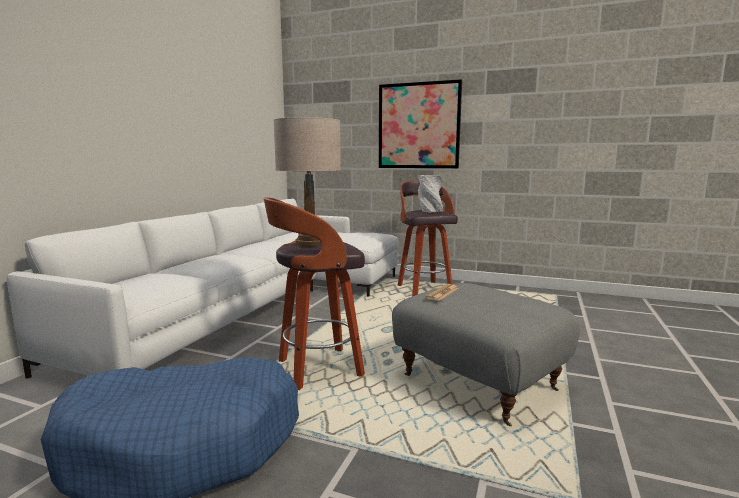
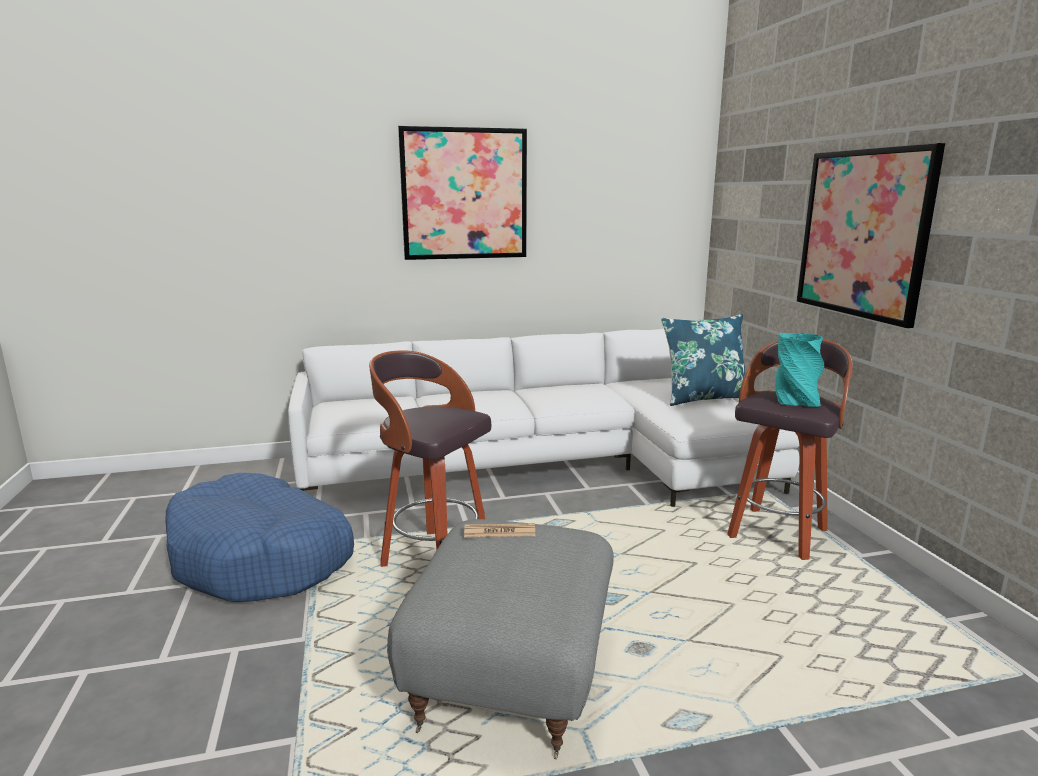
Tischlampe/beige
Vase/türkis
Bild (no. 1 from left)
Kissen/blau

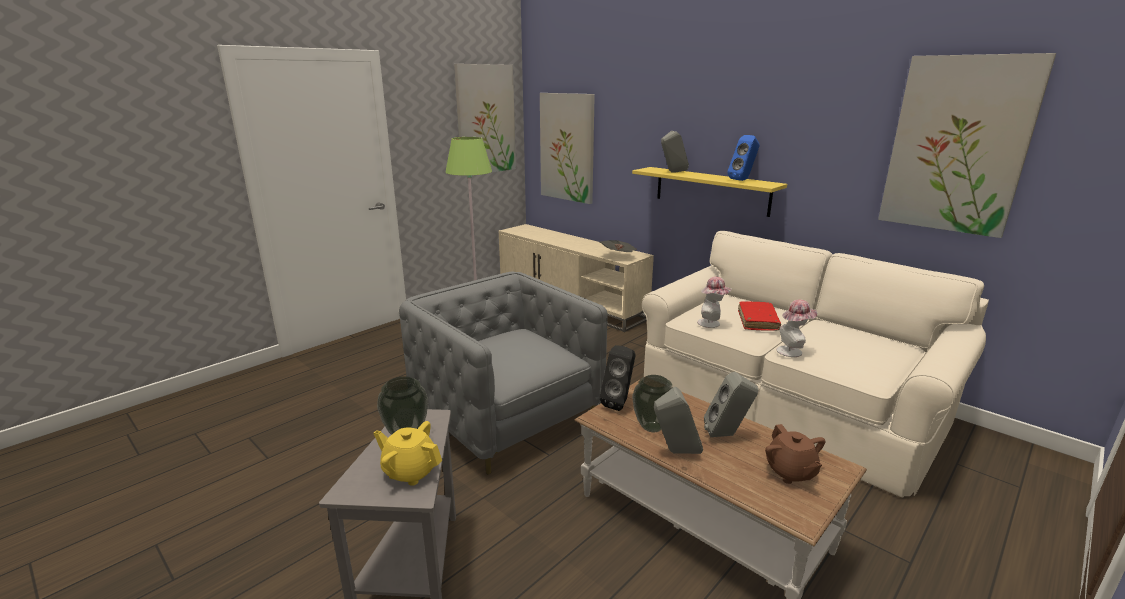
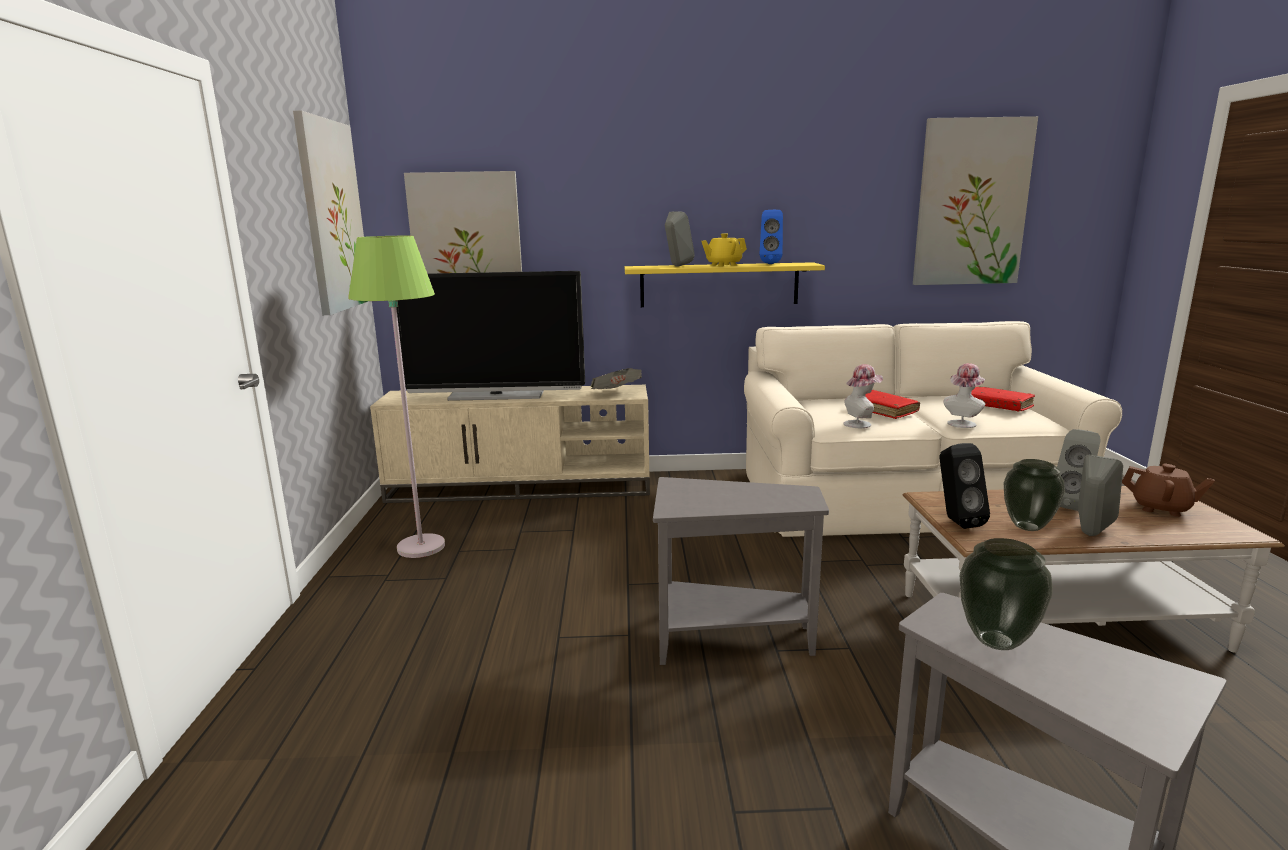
Beistelltisch/grau (no. 1 from left)
Teekanne/gelb
Fernseher
Buch/rot (no. 2 from left)

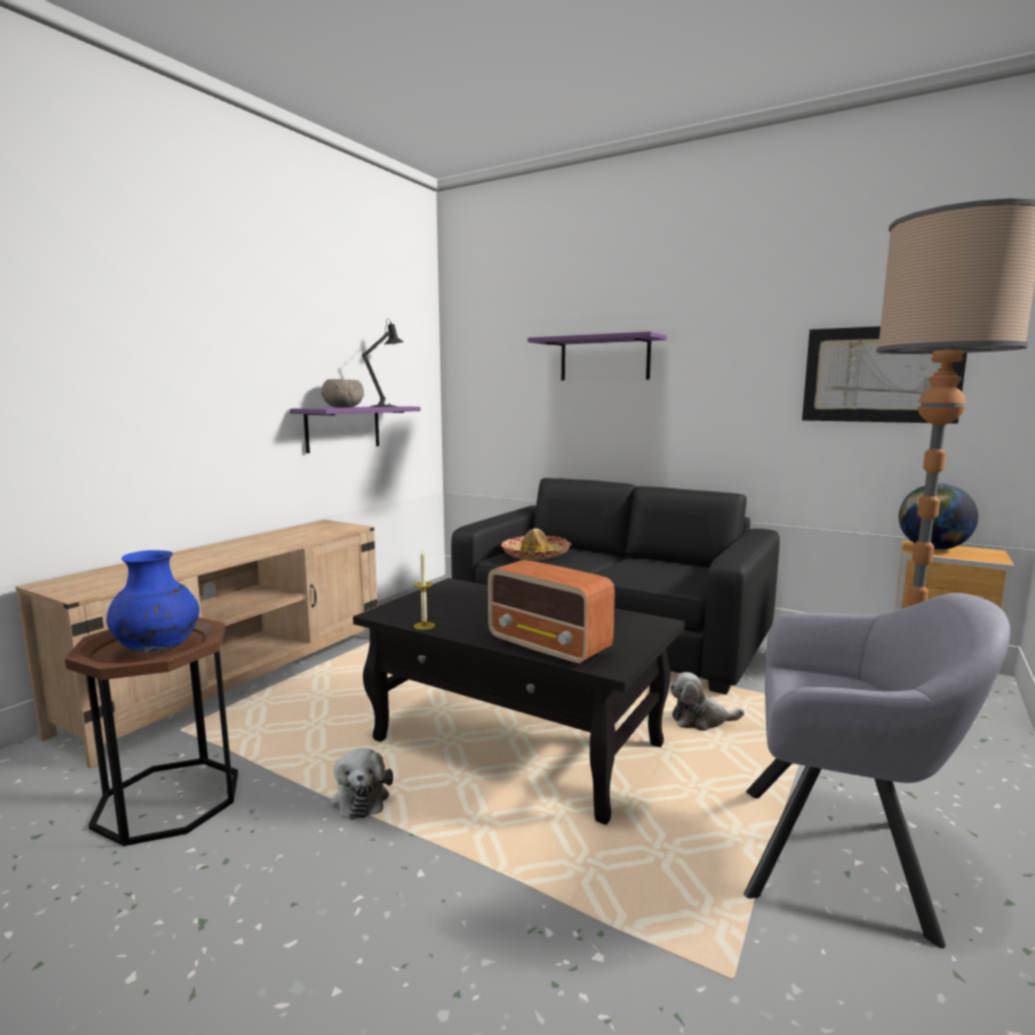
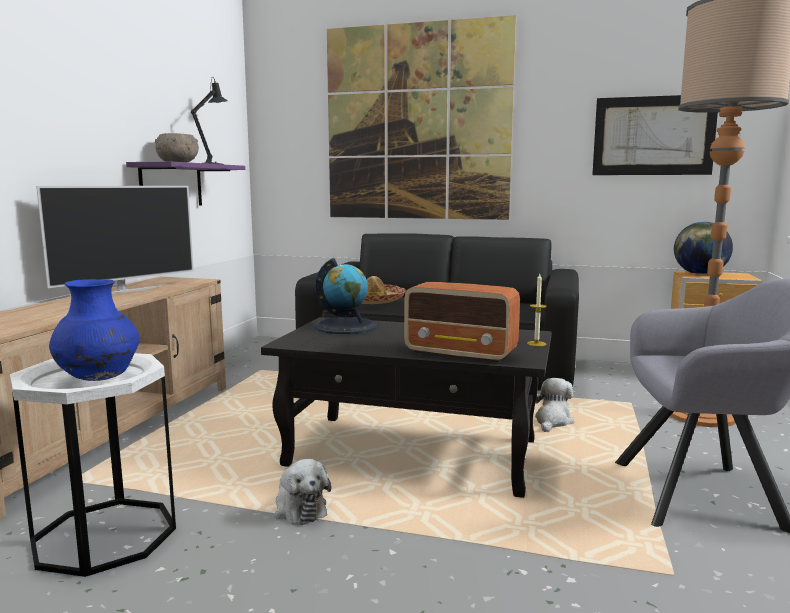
Bild (no. 1 from left)
Kerze
Beistelltisch/weiß
Plüschtier (no. 2 from left)
Fernseher
Globus (no. 1 from left)

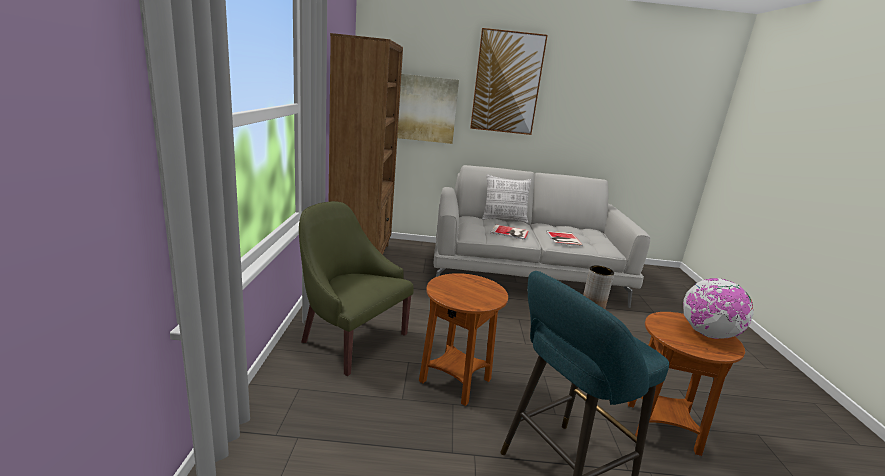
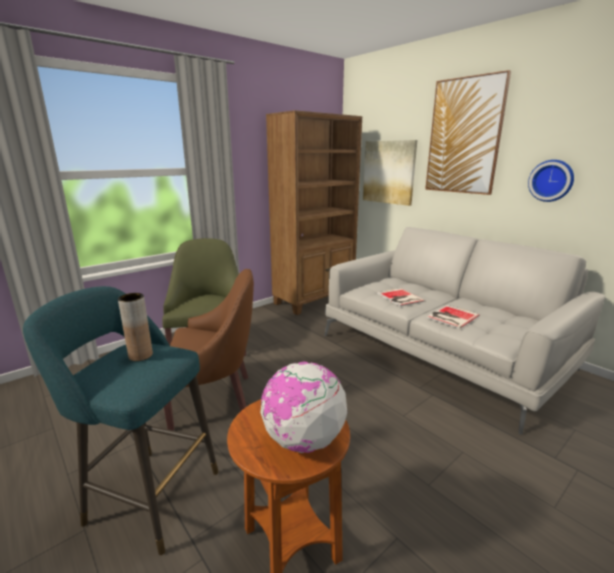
Kissen
Sessel/braun
Wanduhr

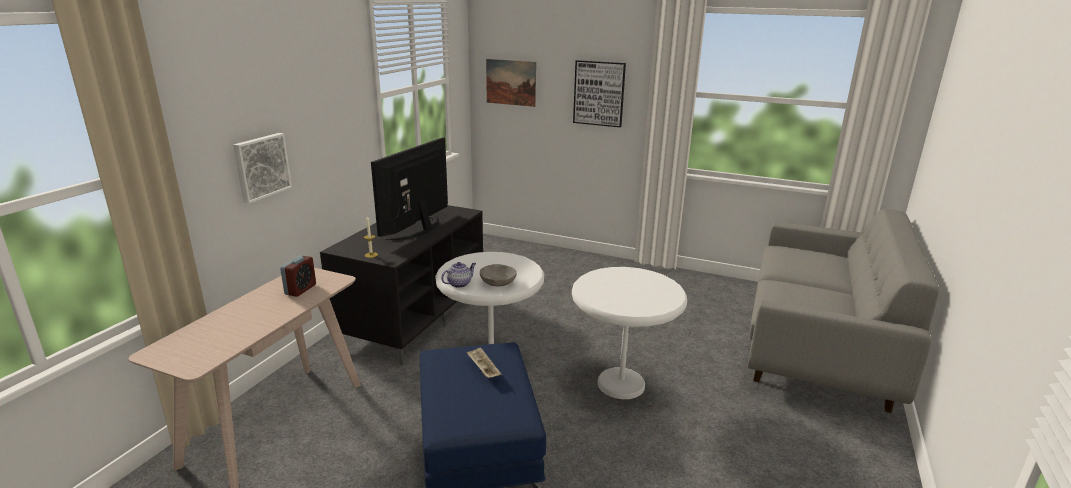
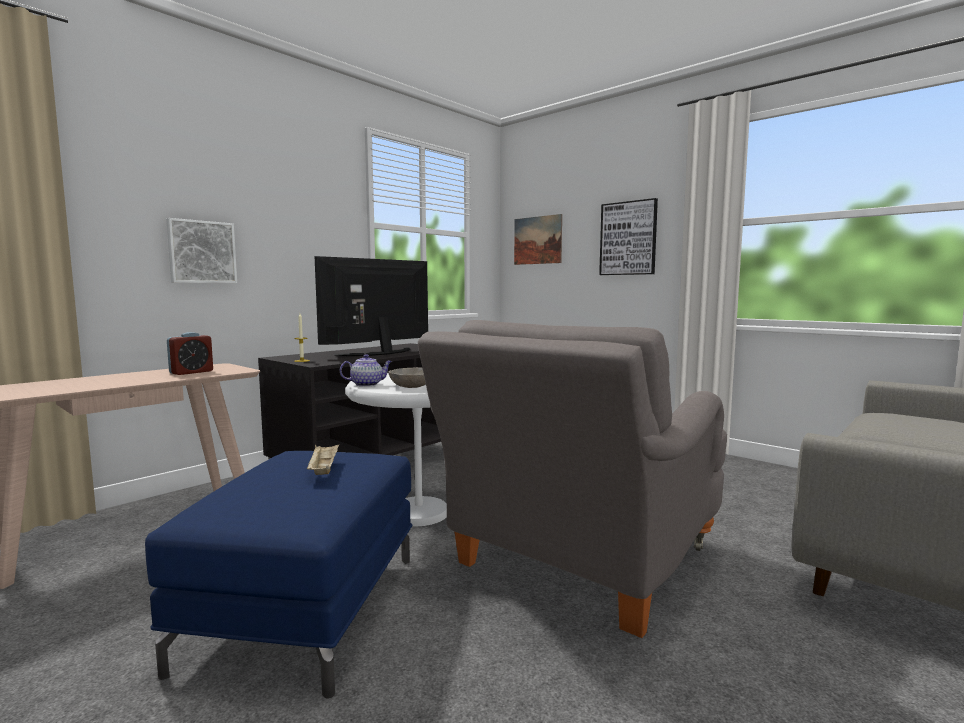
Sessel/grau

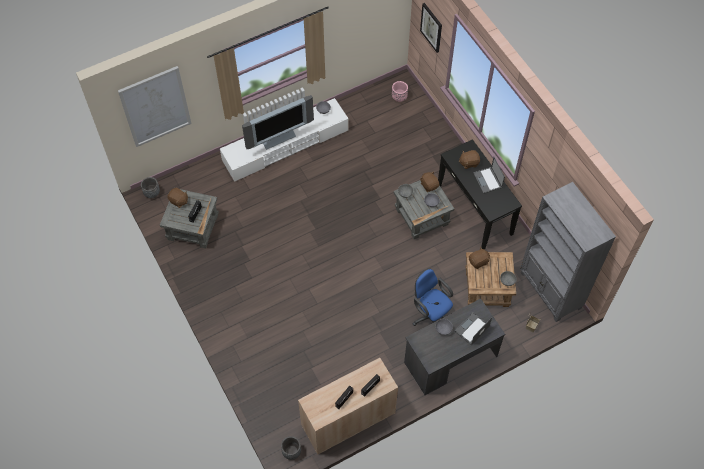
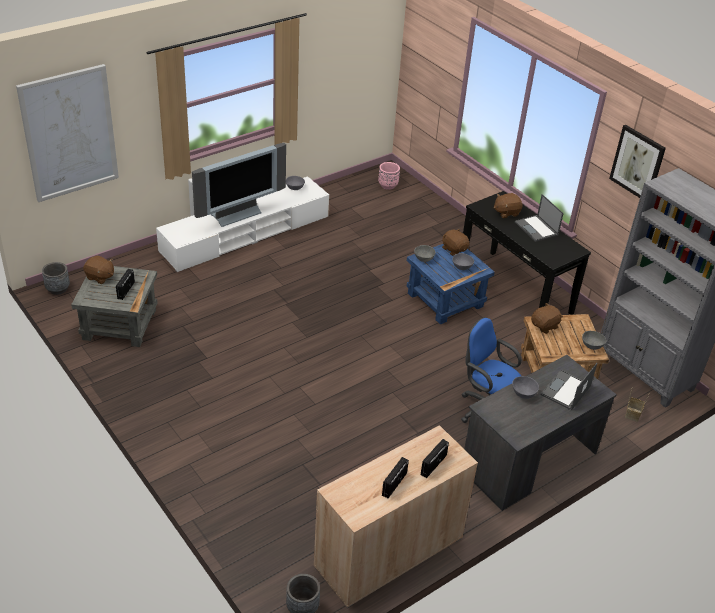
Bild (no. 2 from left)
Beistelltisch/blau

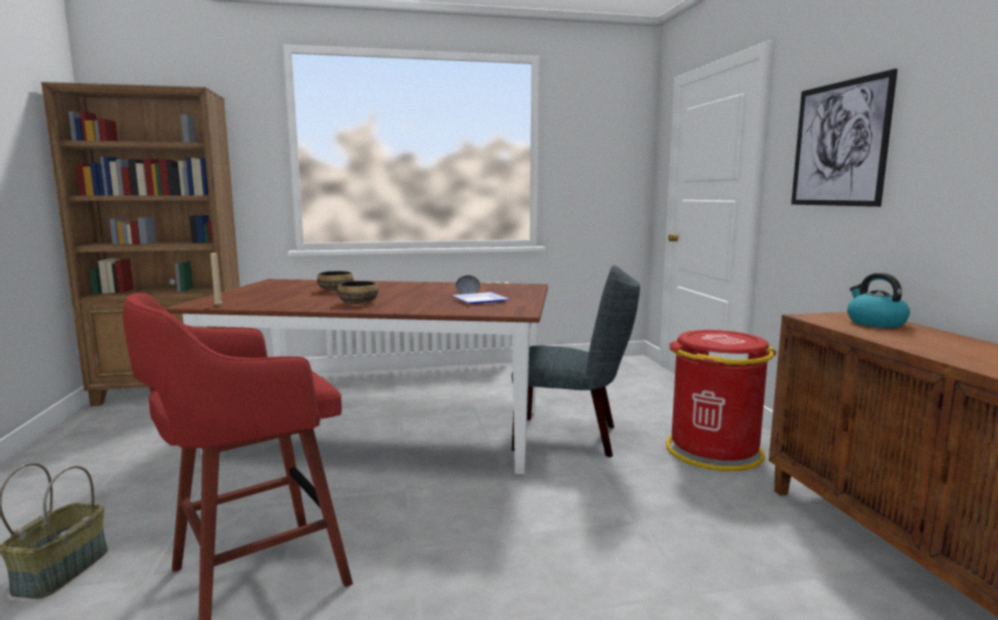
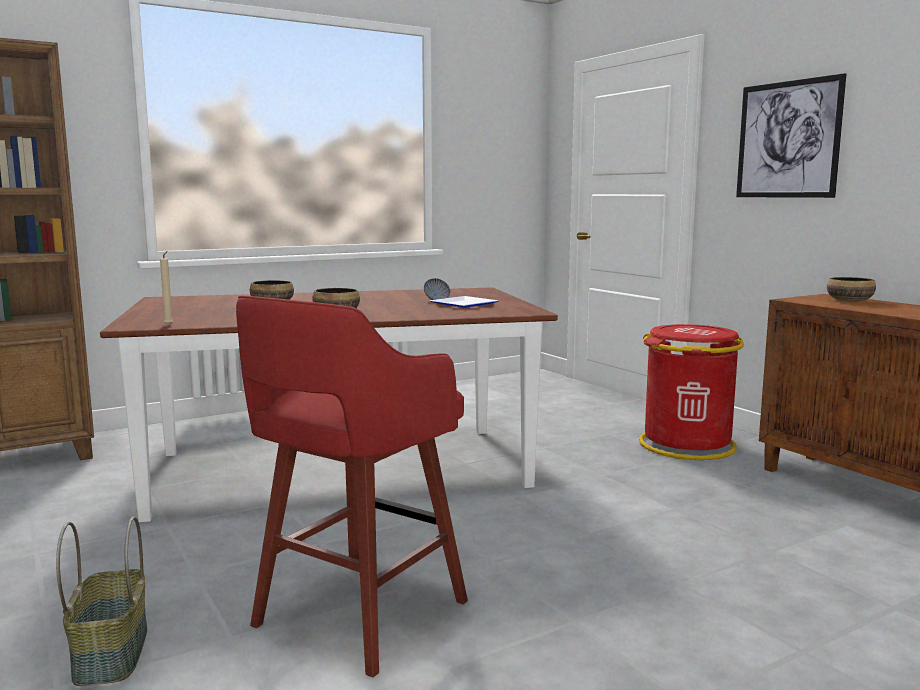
Stuhl/grau
Schüssel (no. 4 from left)

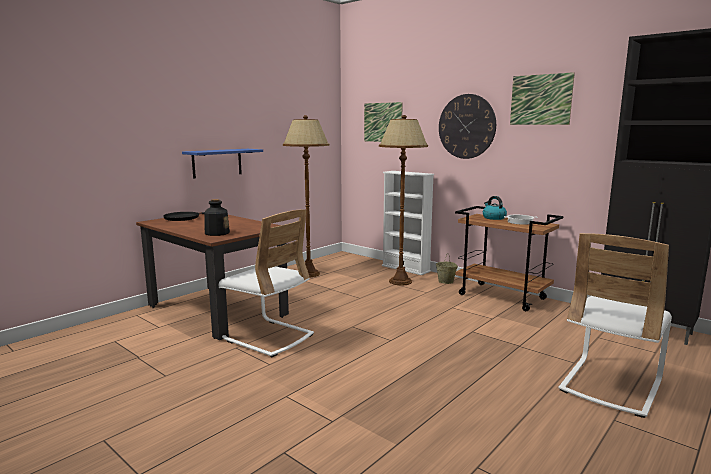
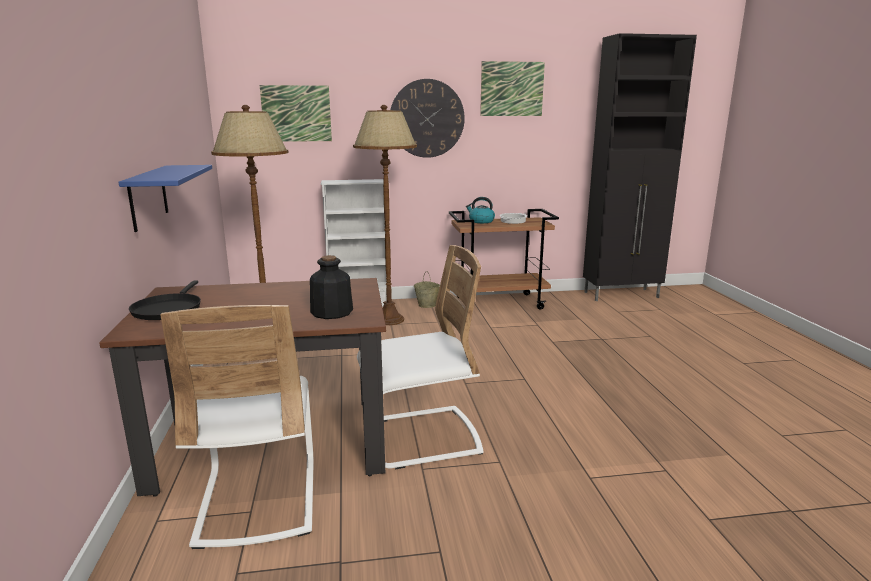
Stuhl/weiß (no. 1 from left)

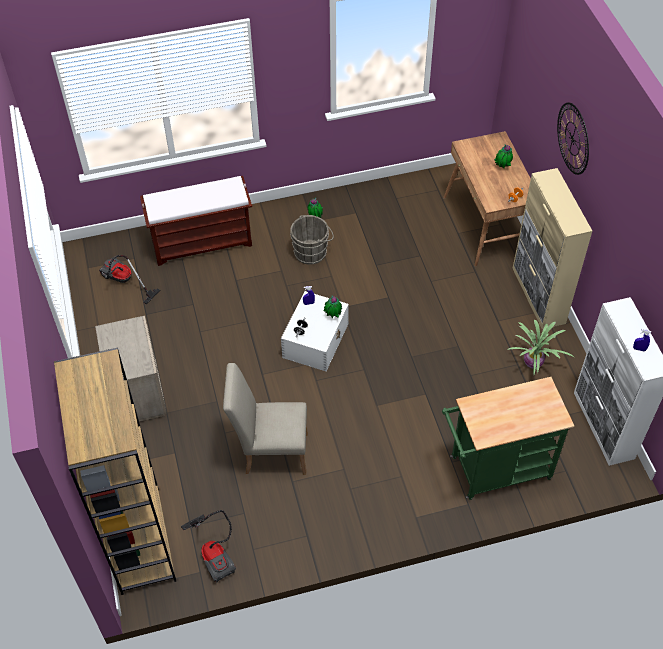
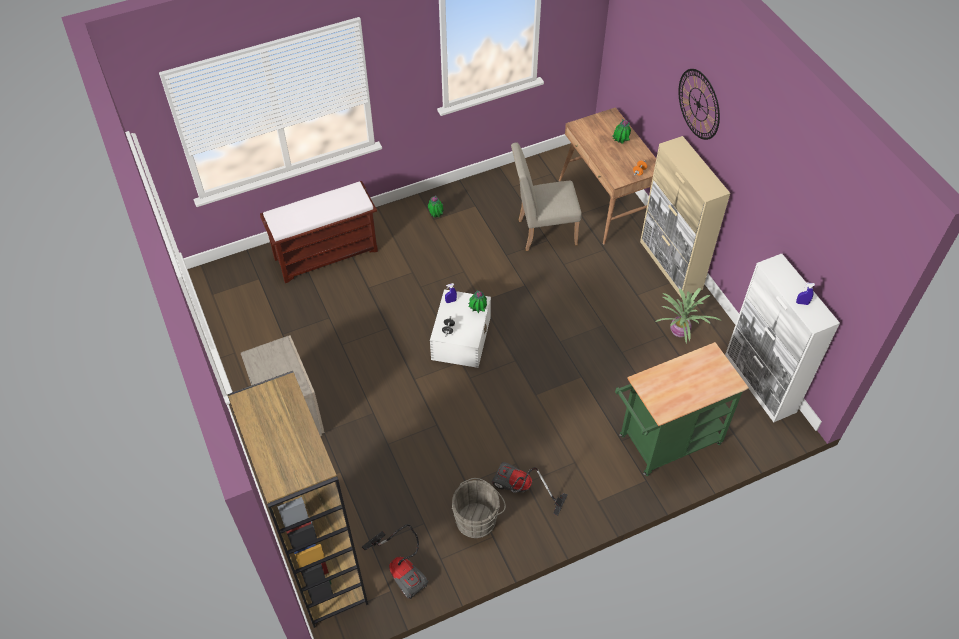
Eimer/grau
Staubsauger (no. 2 from left)
Stuhl/beige

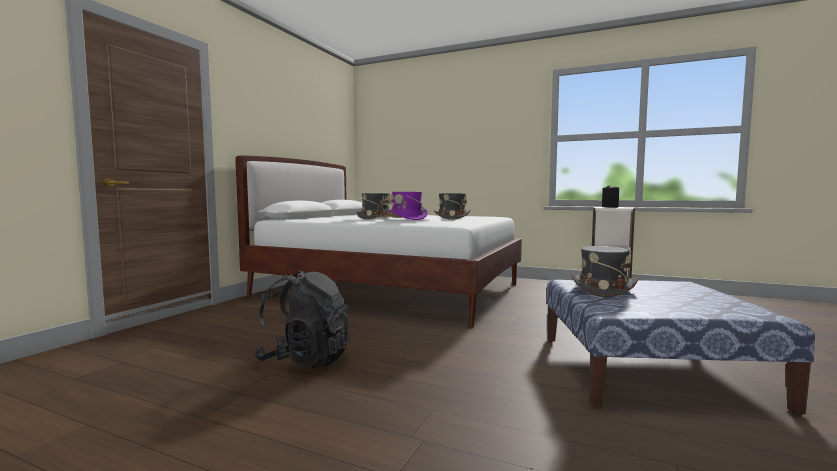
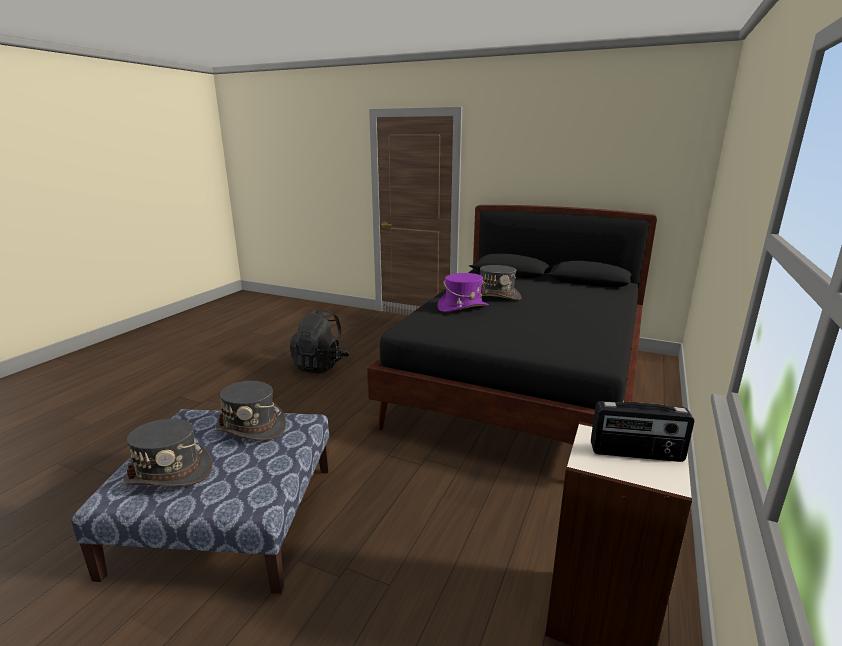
Bett/schwarz
Hut/grau (no. 1 from left)

